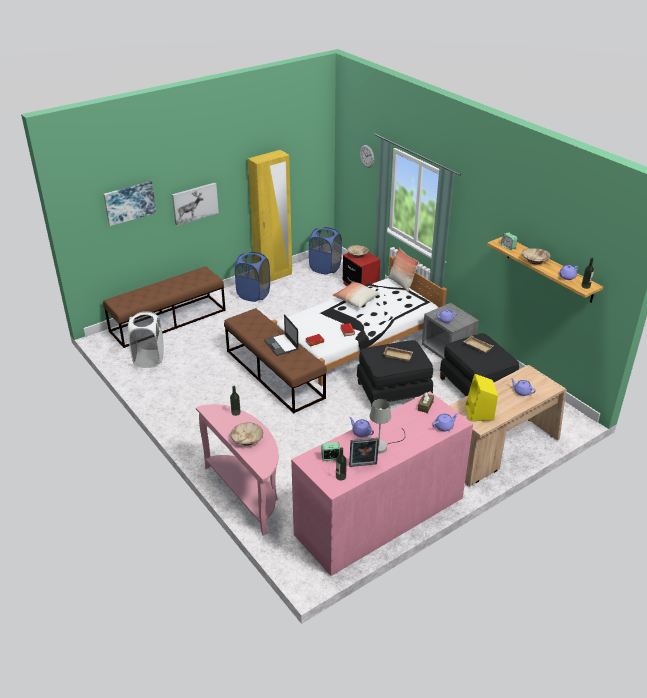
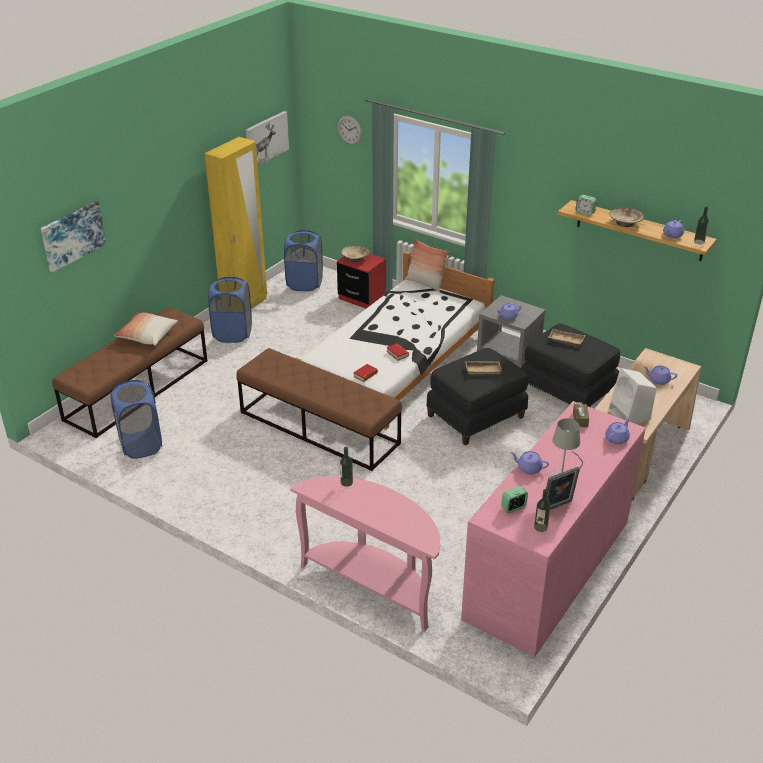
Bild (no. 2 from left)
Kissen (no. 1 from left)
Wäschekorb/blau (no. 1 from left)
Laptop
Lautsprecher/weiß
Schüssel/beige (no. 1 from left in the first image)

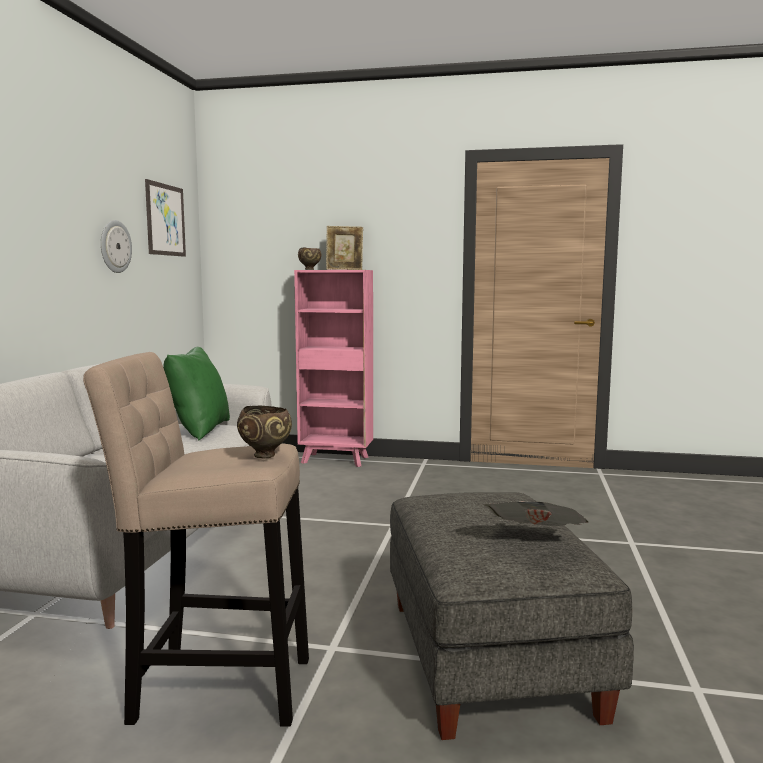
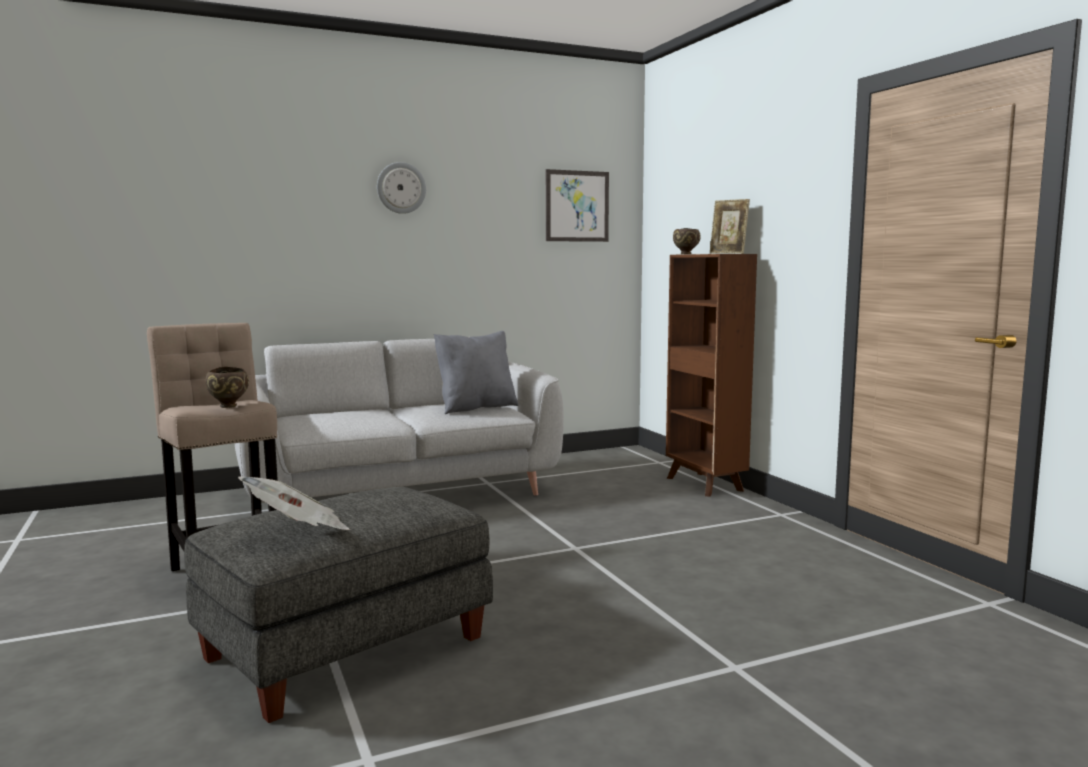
Wanduhr
Bücherregal/braun
Kissen/grau

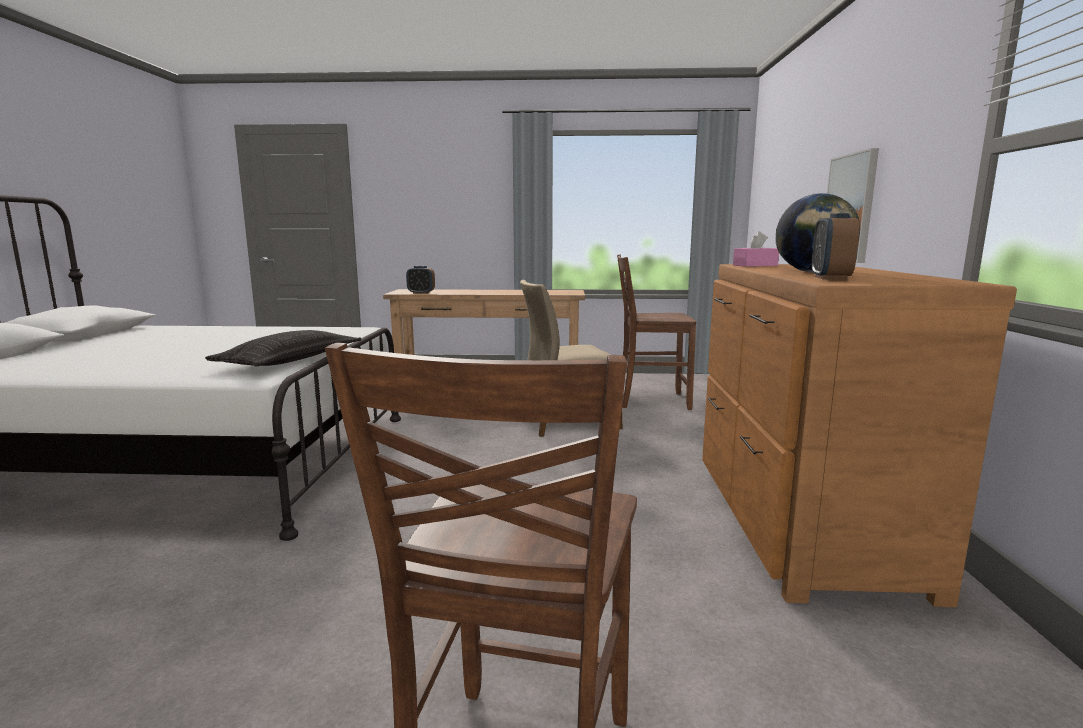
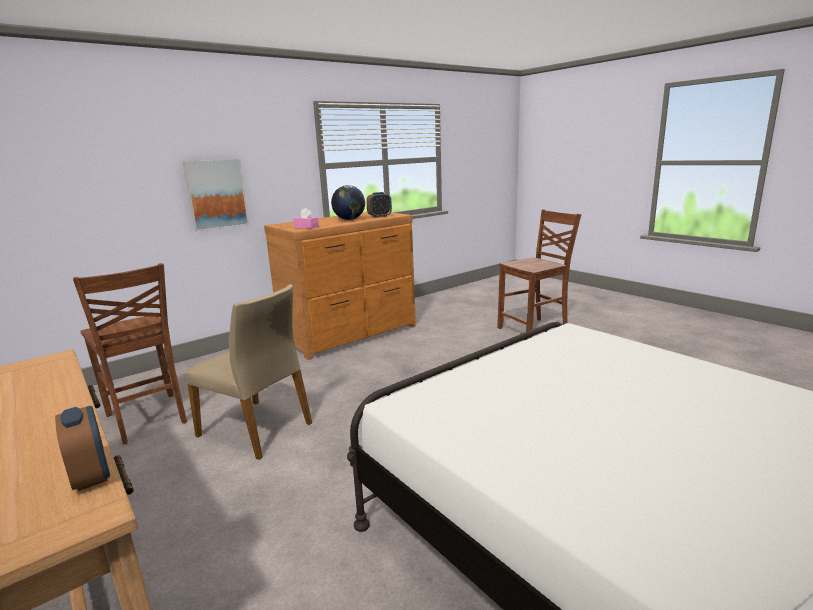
Kissen

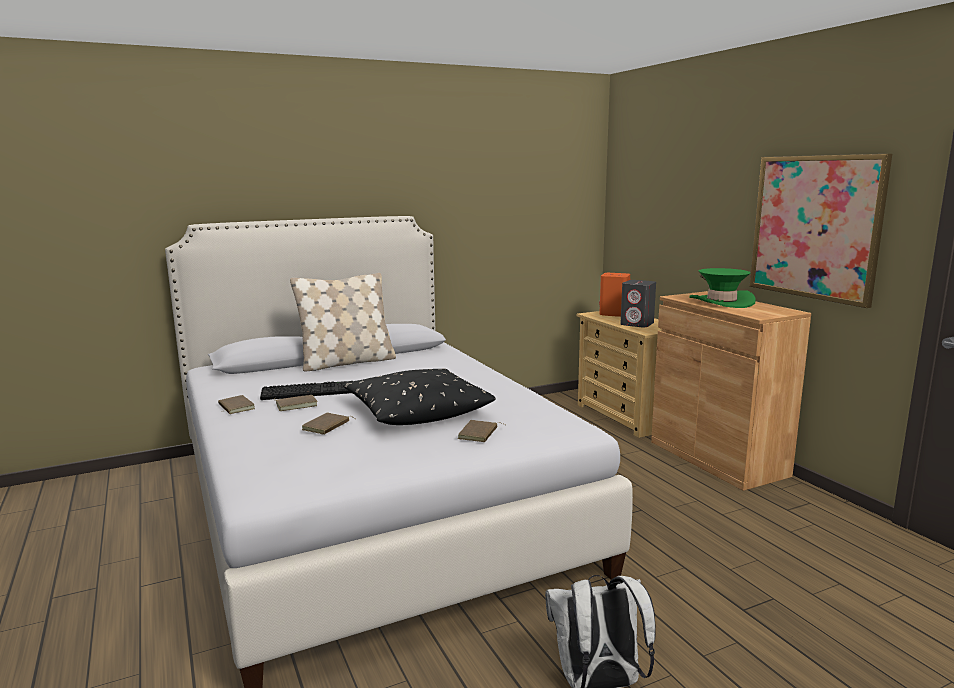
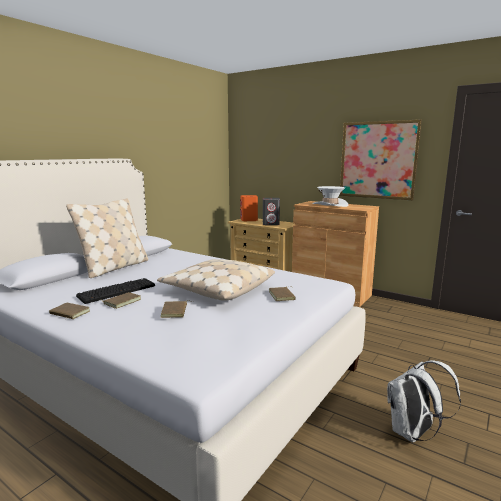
Hut/weiß
Kissen/beige (no. 2 from left)

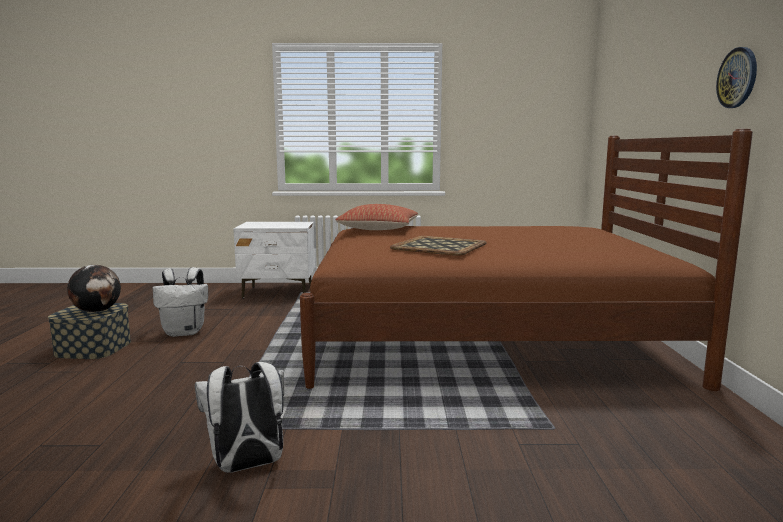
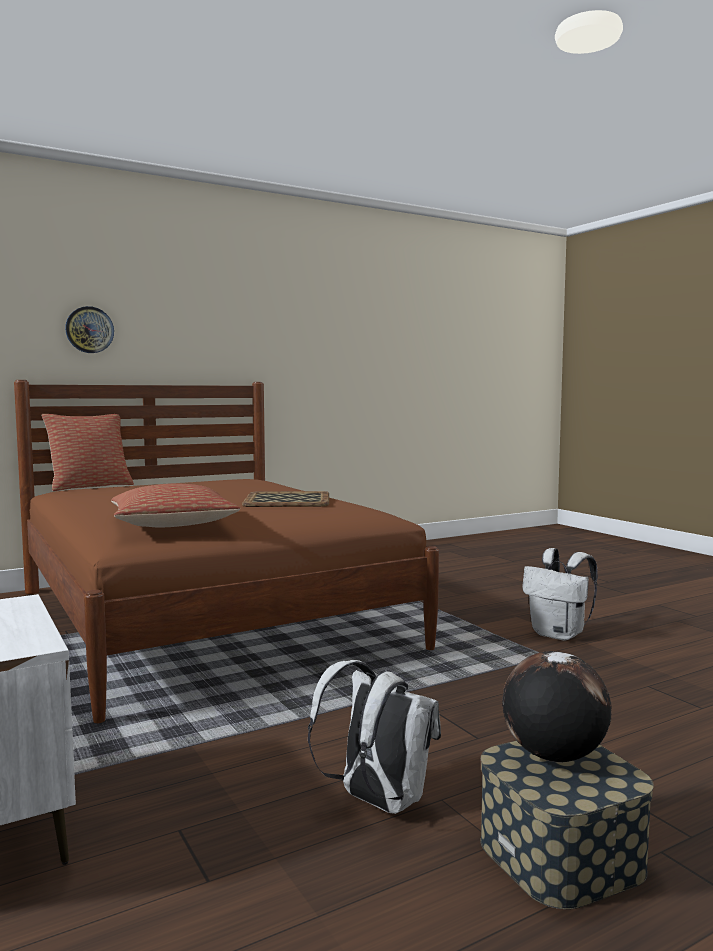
Wanduhr
Kissen (no. 1 from left)

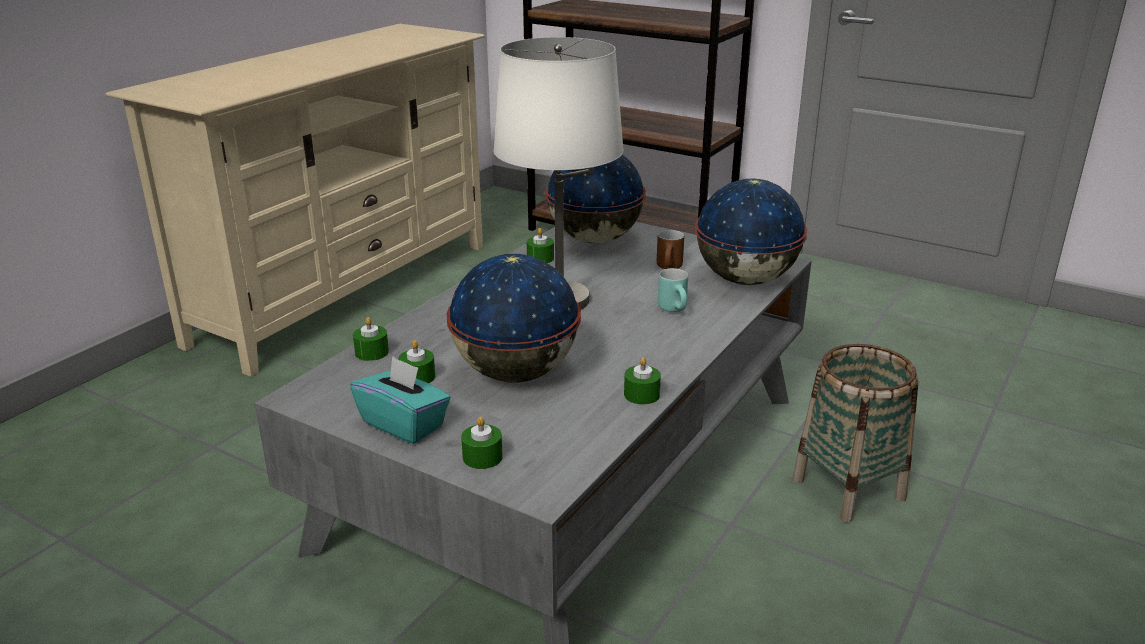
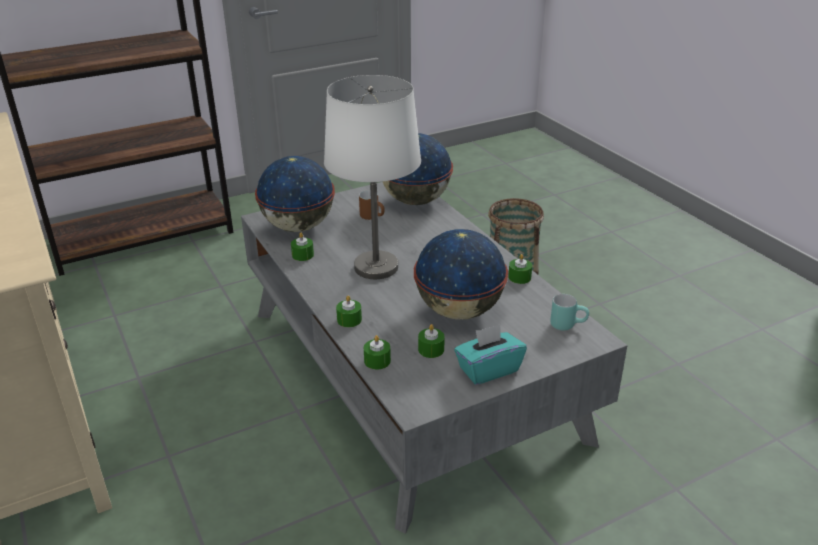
Henkelbecher/türkis
Kerze/grün (no. 2 from left)

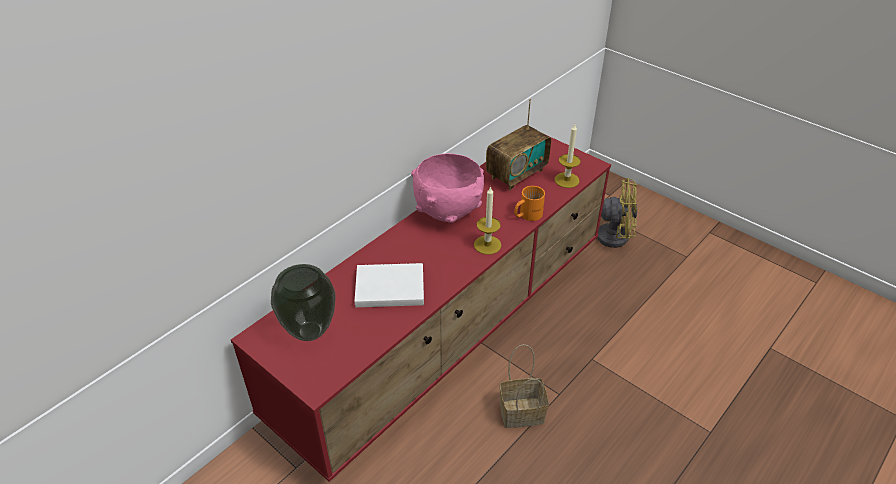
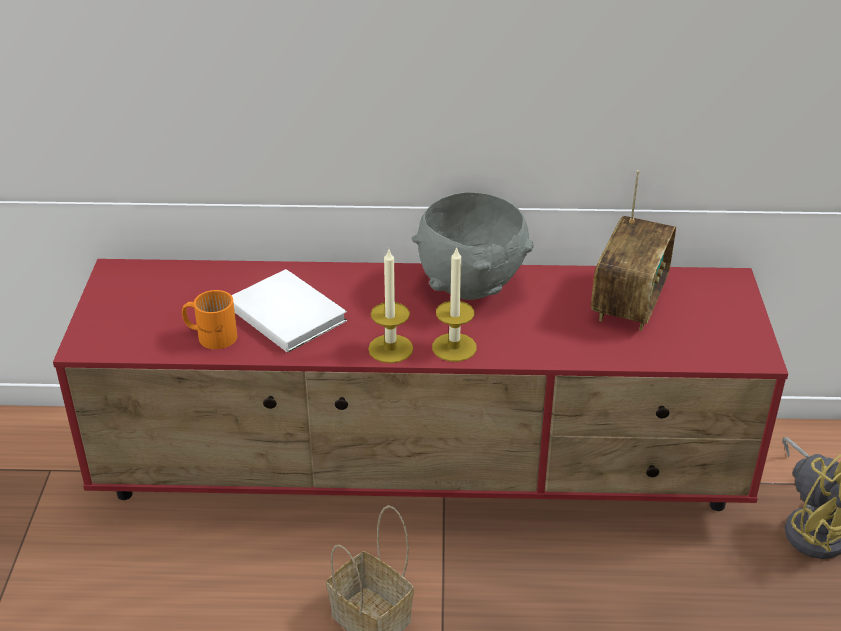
Radio
Kerze (no. 1 from left)
Schüssel/grau
Henkelbecher/orange
Vase

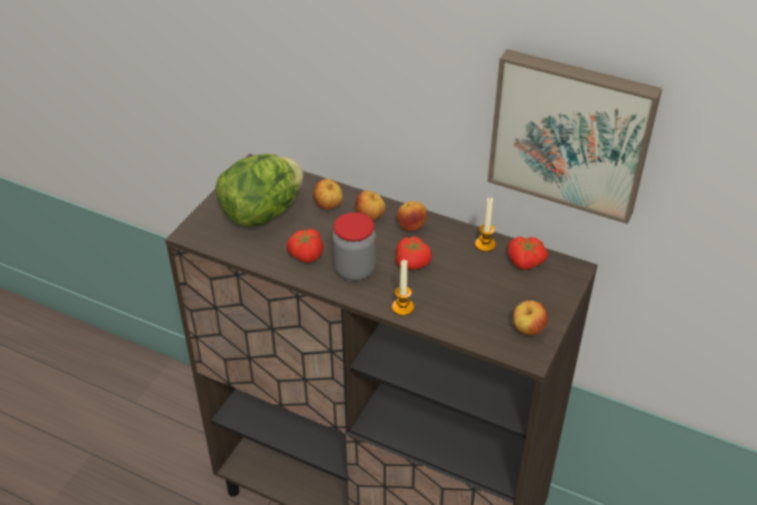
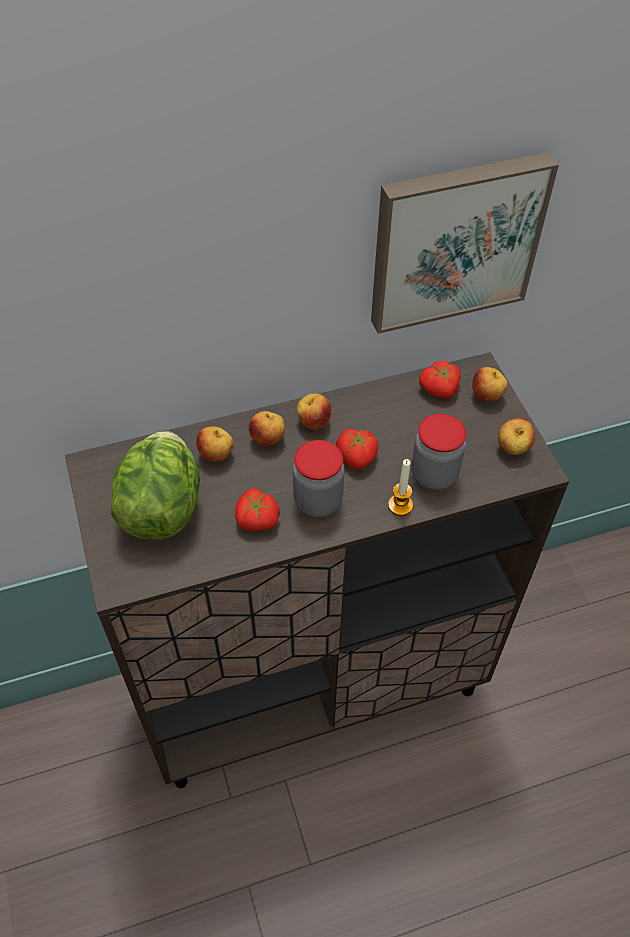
Kerze (no. 2 from left in the first image)
Apfel (no. 4 from left)
Vorratsglas (no. 2 from left)

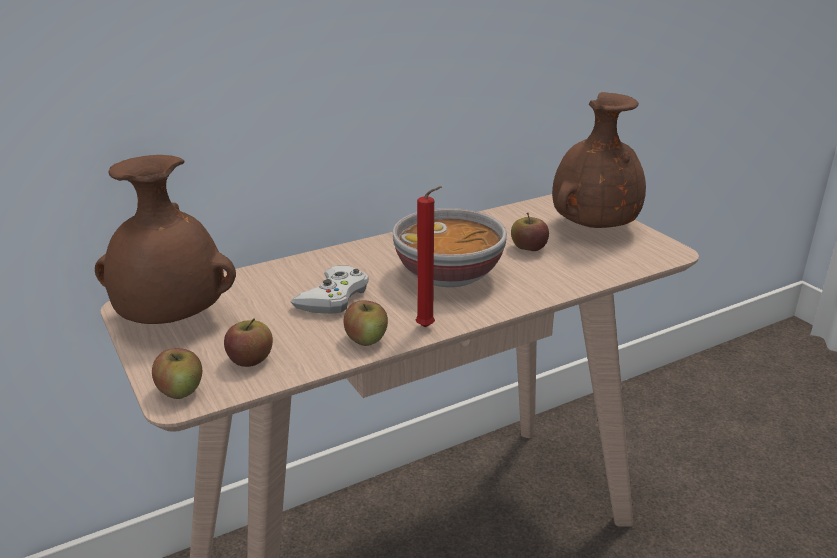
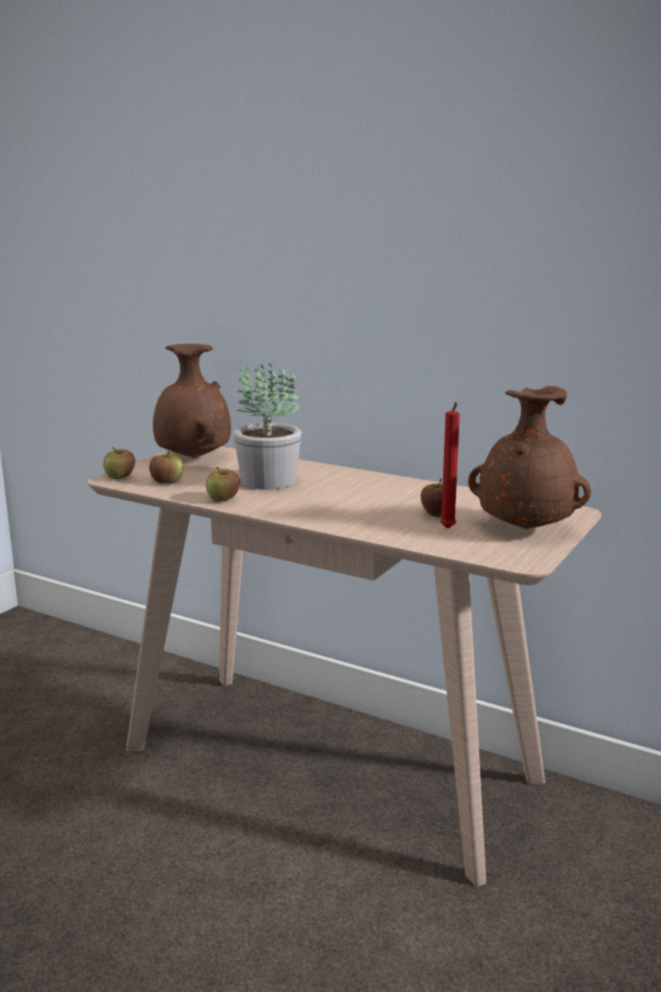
Kerze/rot
Schüssel
Topfpflanze

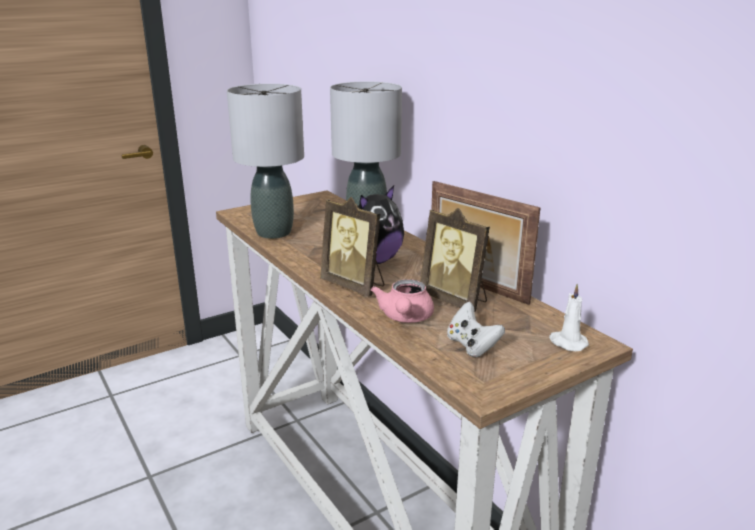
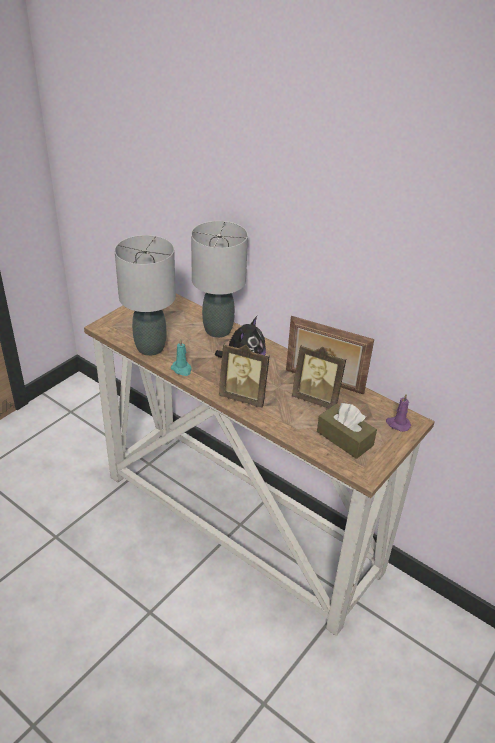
Teekanne/rosa
Kerze/lila
Taschentuchbox/braun
Kerze/türkis

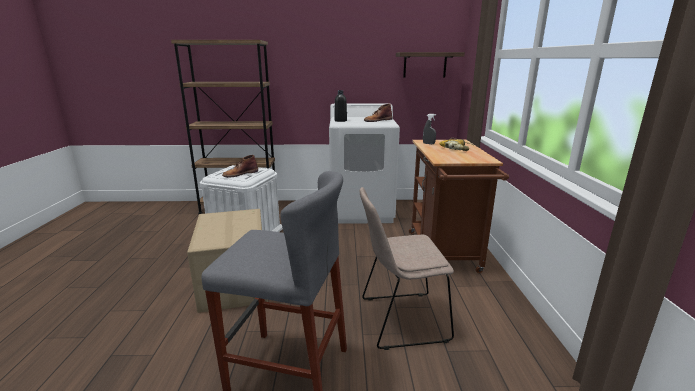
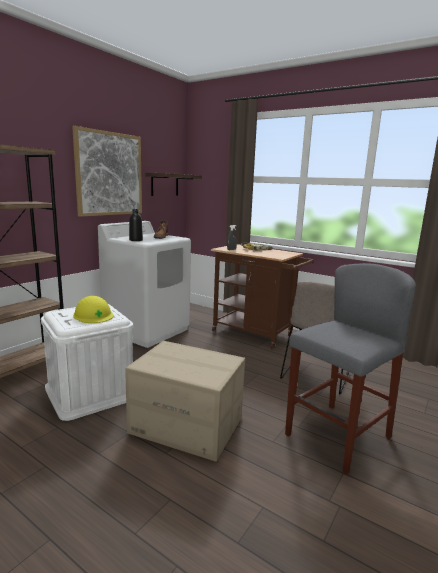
Schutzhelm/gelb
Bild

